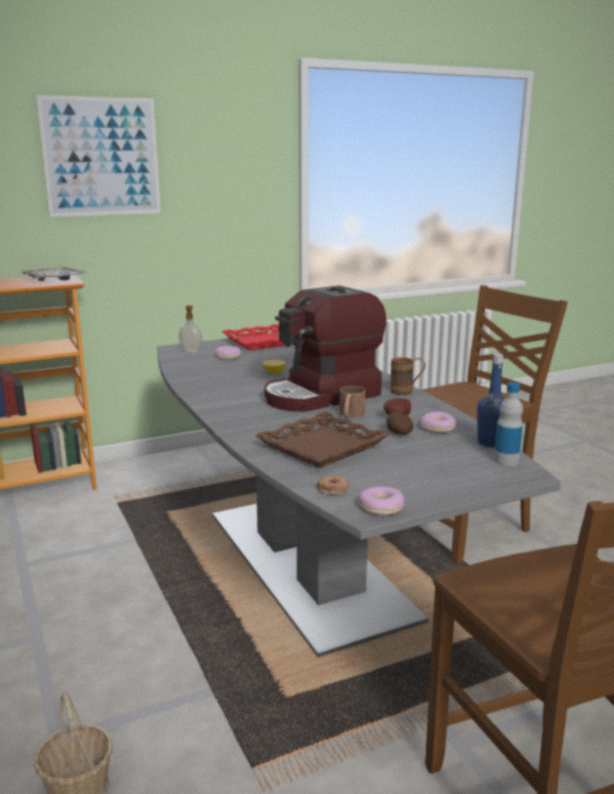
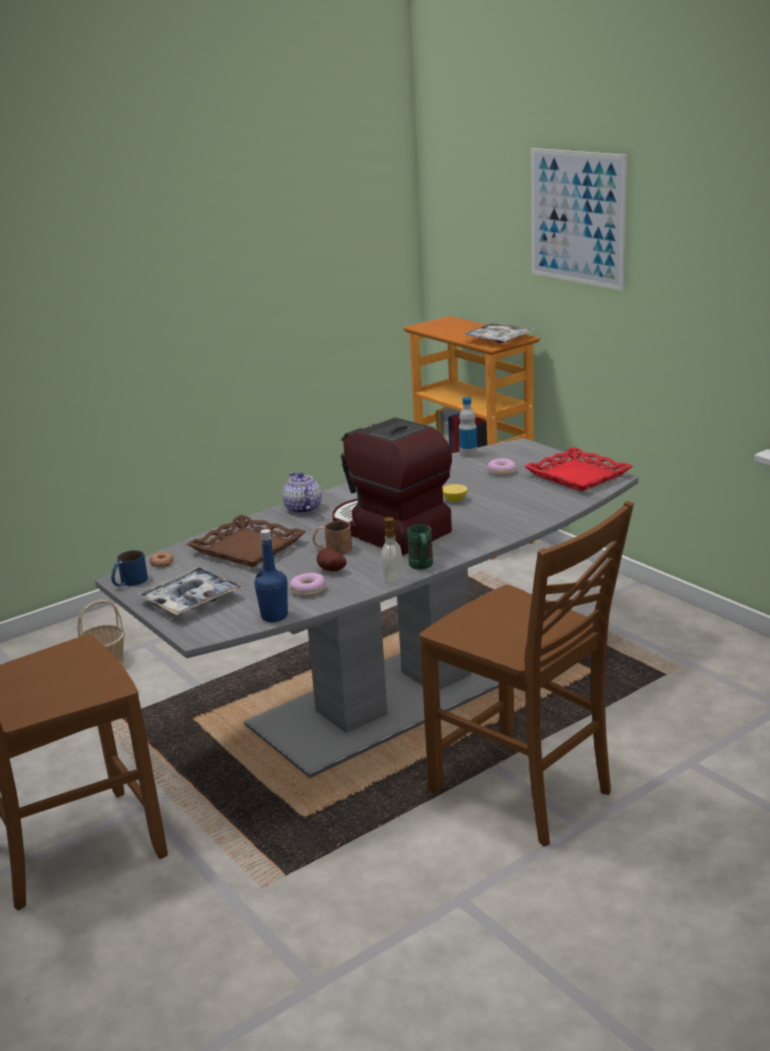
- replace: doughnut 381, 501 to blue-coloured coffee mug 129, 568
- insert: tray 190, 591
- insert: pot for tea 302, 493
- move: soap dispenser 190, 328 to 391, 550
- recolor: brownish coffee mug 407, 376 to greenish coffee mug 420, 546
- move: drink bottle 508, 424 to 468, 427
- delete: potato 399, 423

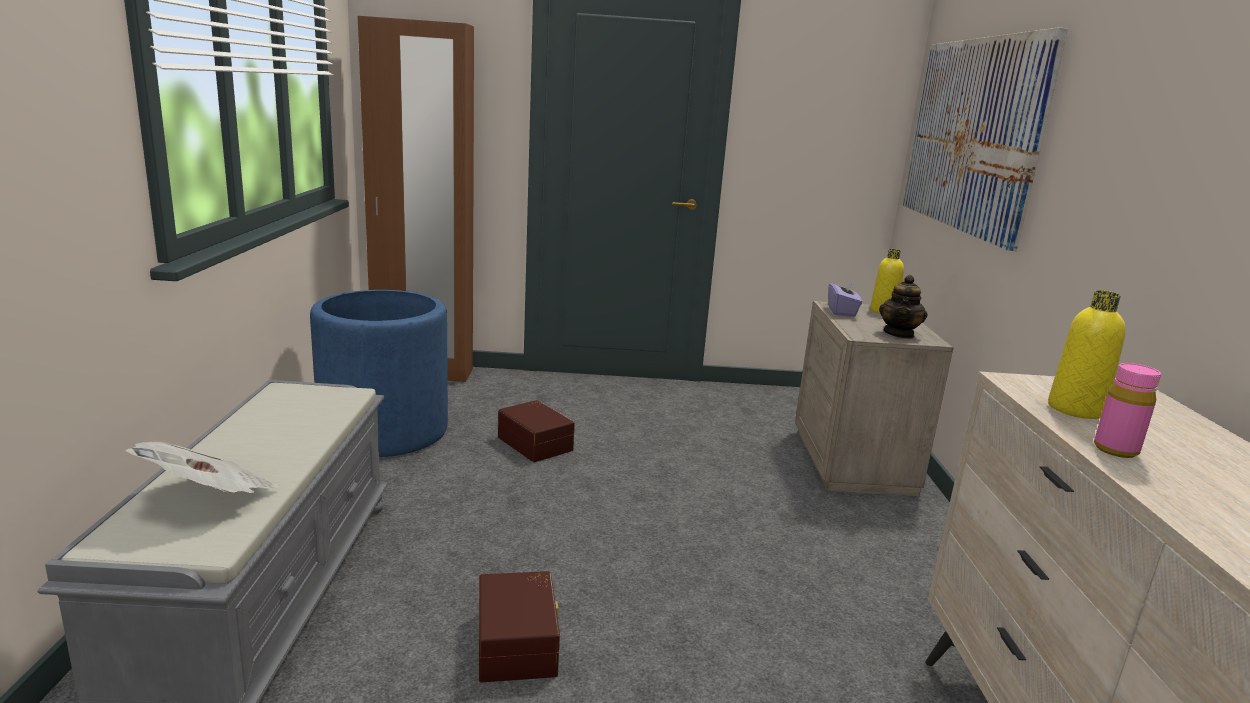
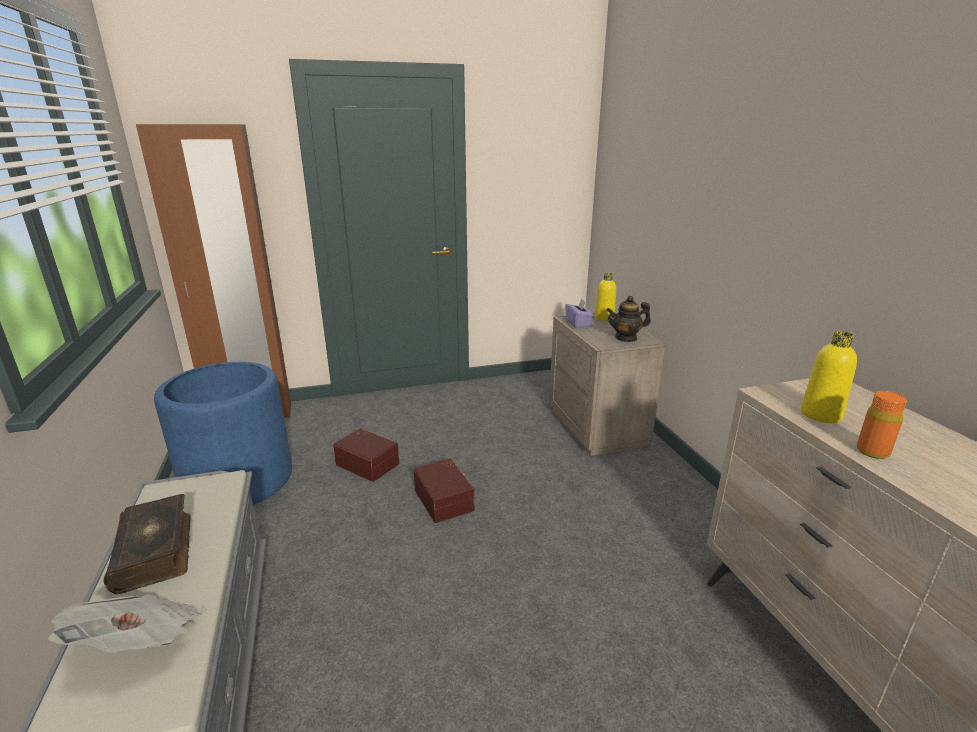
- insert: volume 147, 544
- move: brownish storage container 520, 627 to 444, 490
- rotate: pot for tea 903, 307 = 628, 319 75 degrees clockwise
- recolor: pink drink bottle 1127, 410 to orangey drink bottle 881, 425
- delete: wall picture 985, 139

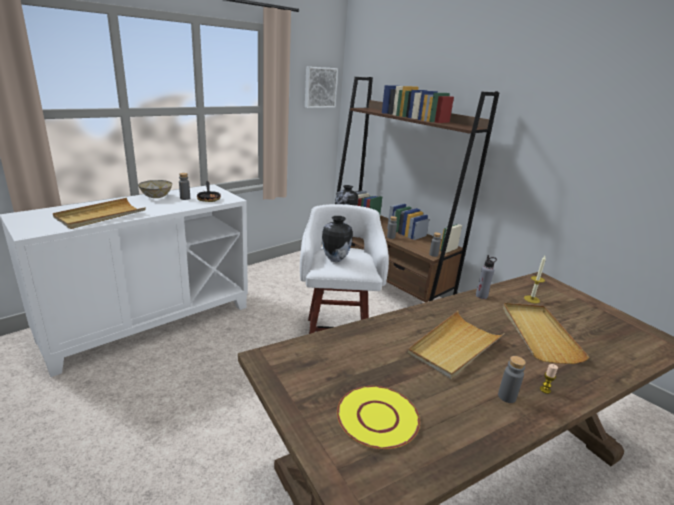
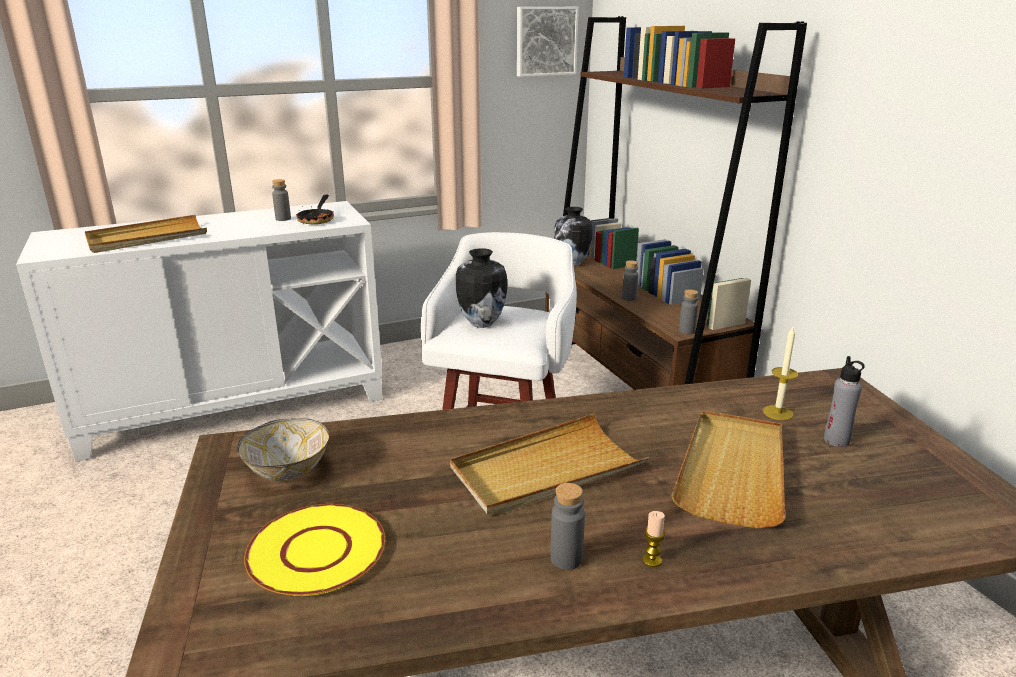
- move: deep dish 155, 189 to 283, 449
- move: grey drink bottle 486, 277 to 844, 401

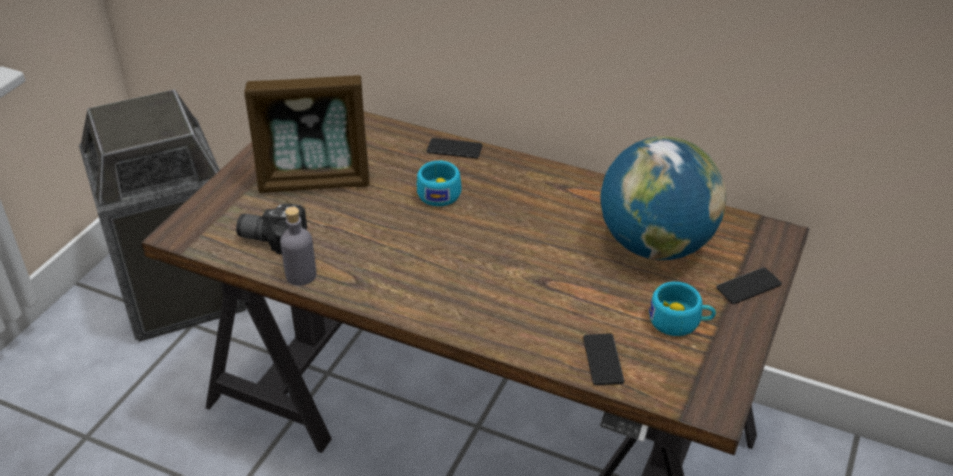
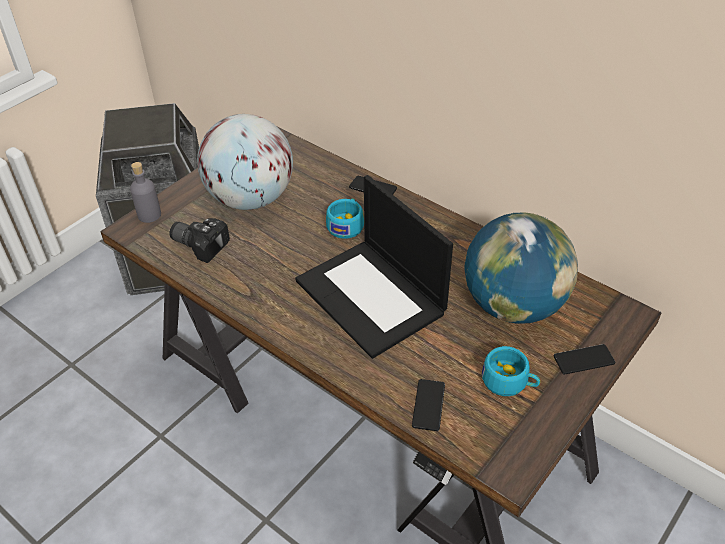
- move: grey drink bottle 298, 246 to 145, 192
- replace: standing frame 306, 134 to globe 245, 162
- insert: notebook computer 374, 267

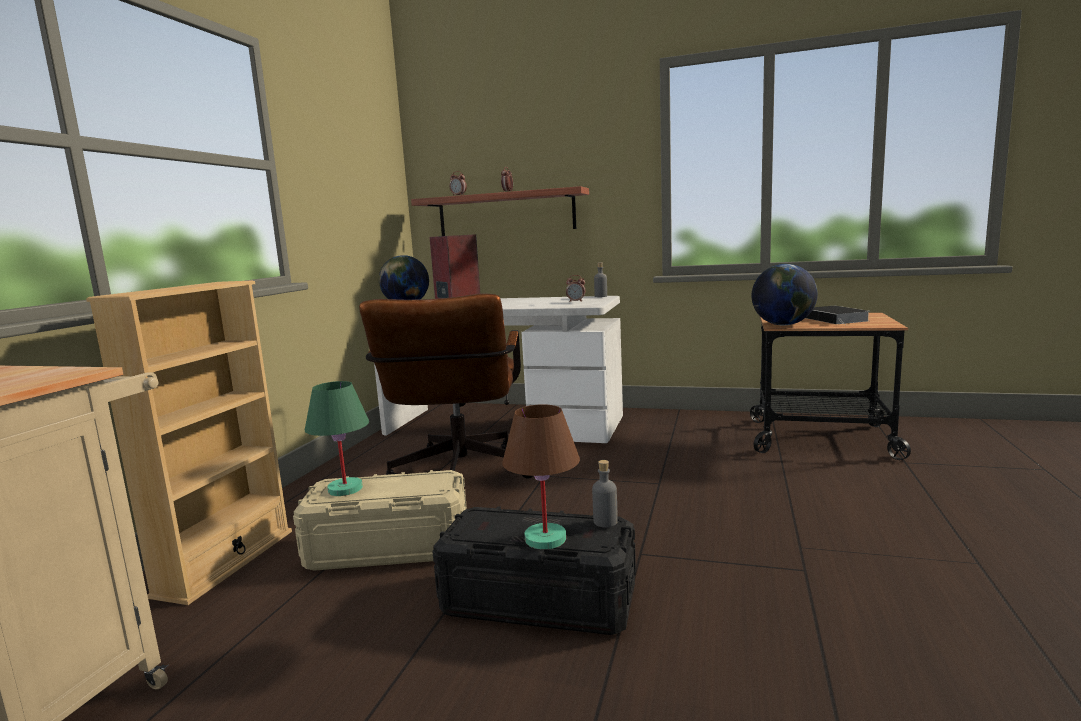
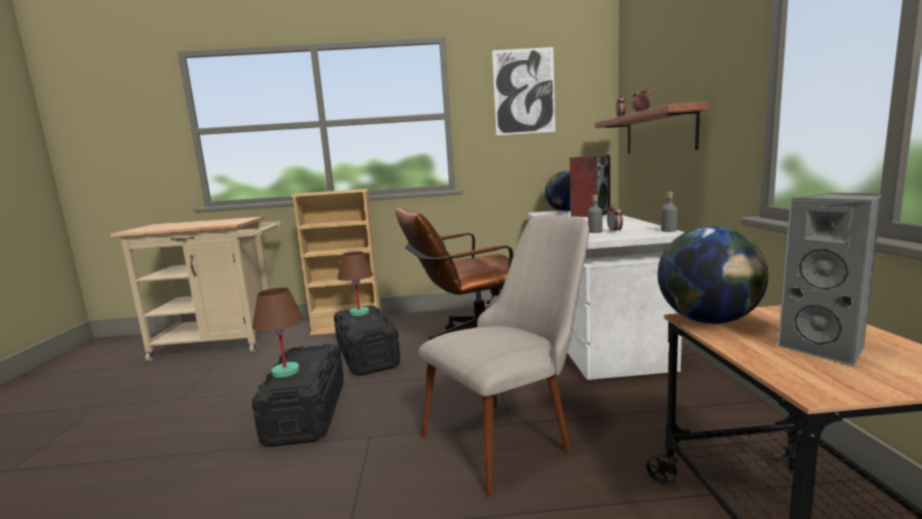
- recolor: beige storage container 380, 520 to black storage container 367, 341
- recolor: greenish table lamp 337, 438 to brownish table lamp 355, 283
- insert: beige chair 503, 356
- insert: wall picture 523, 91
- move: grey drink bottle 605, 493 to 595, 214
- replace: volume 837, 315 to grey speaker 830, 279

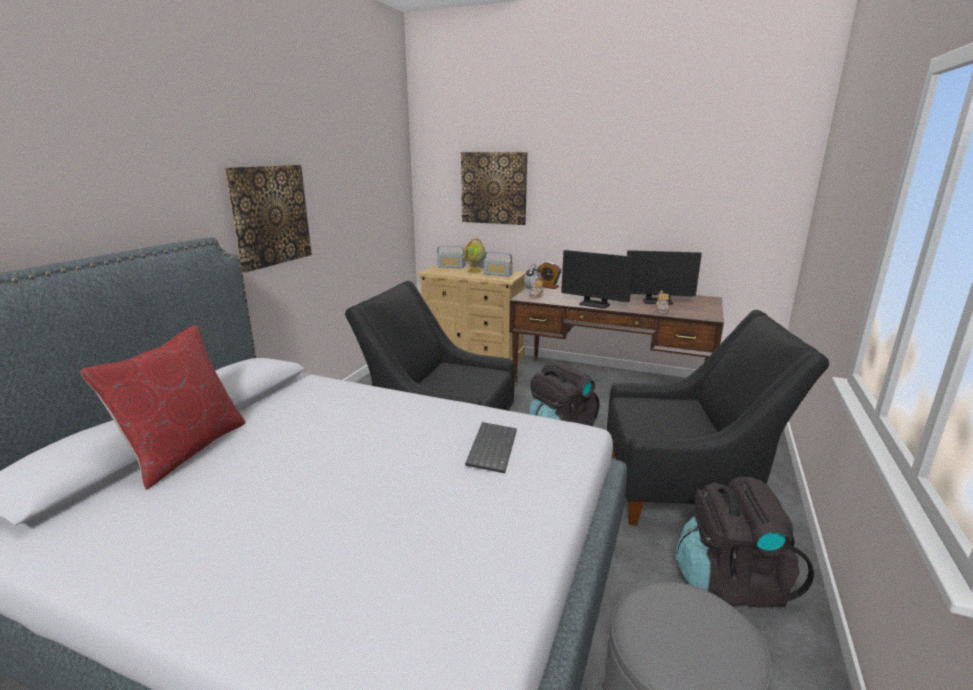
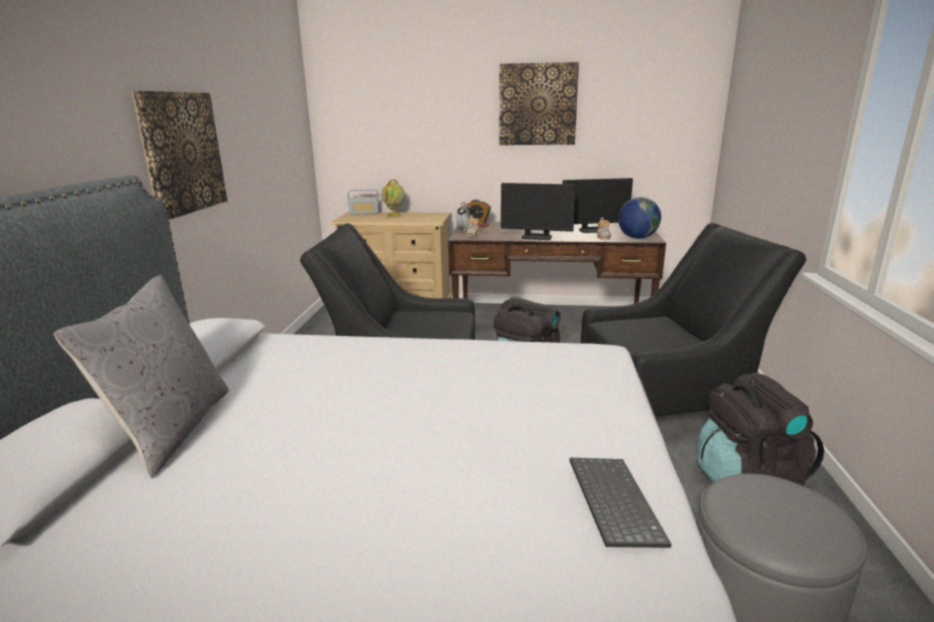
- recolor: red pillow 163, 407 to grey pillow 141, 376
- move: wall picture 494, 188 to 539, 103
- move: PC keyboard 491, 447 to 620, 503
- insert: globe 639, 218
- delete: radio receiver 498, 264

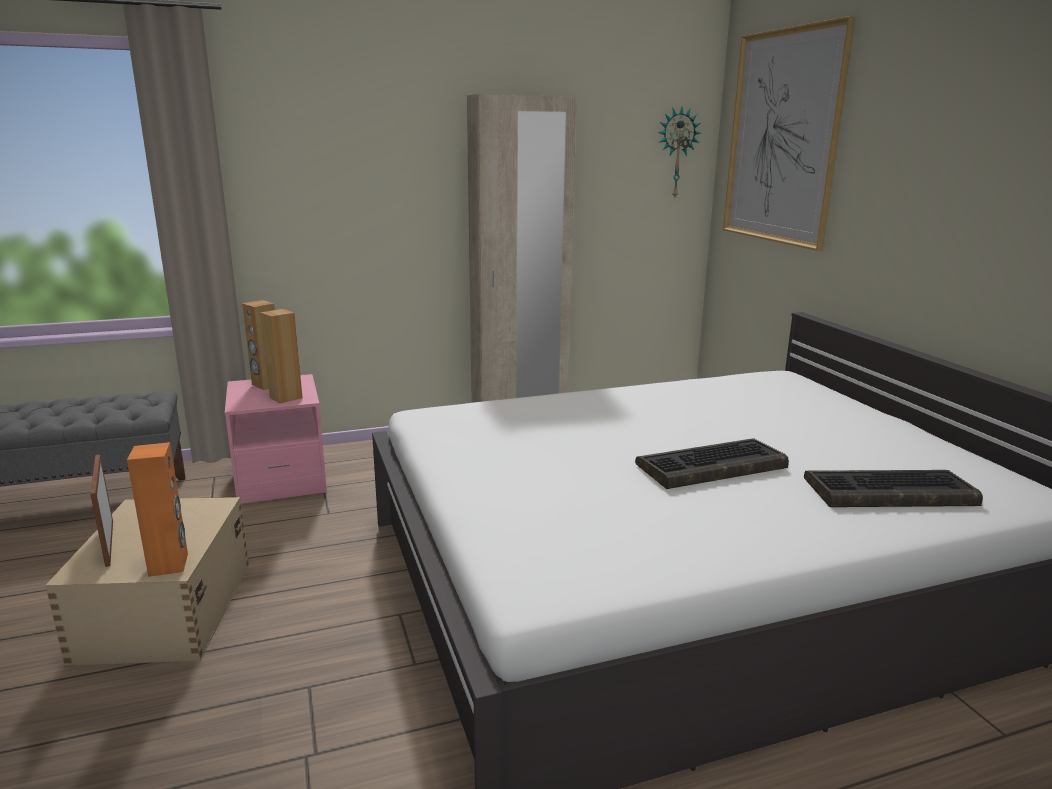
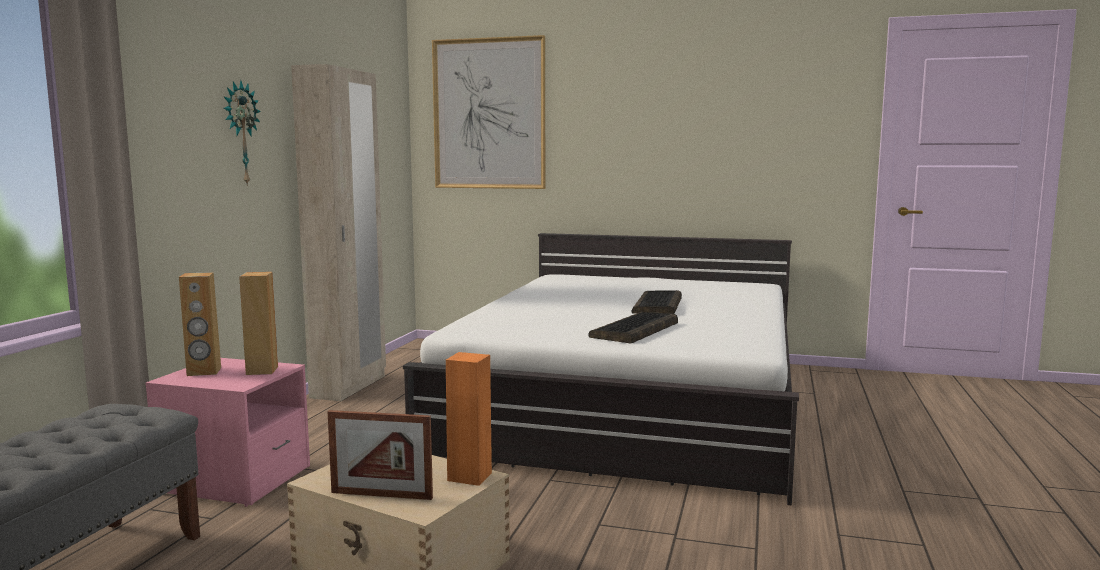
- move: wall clock 679, 152 to 242, 133
- move: PC keyboard 893, 488 to 633, 328

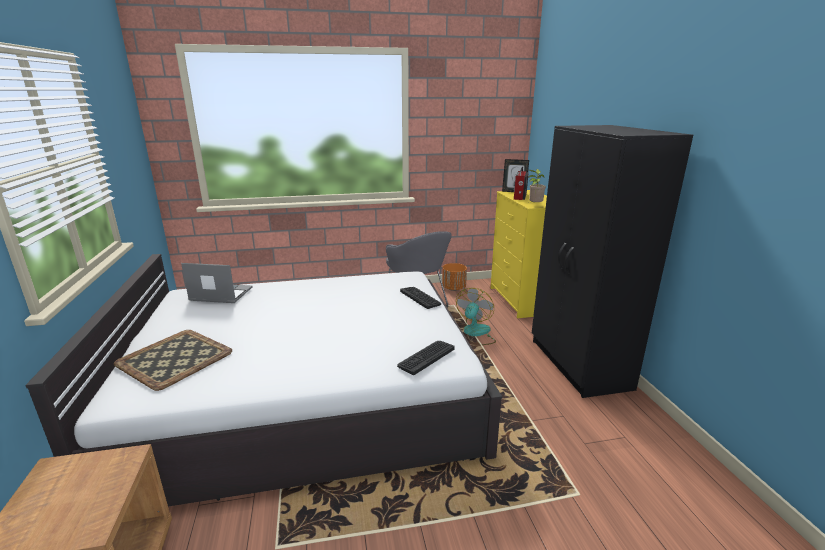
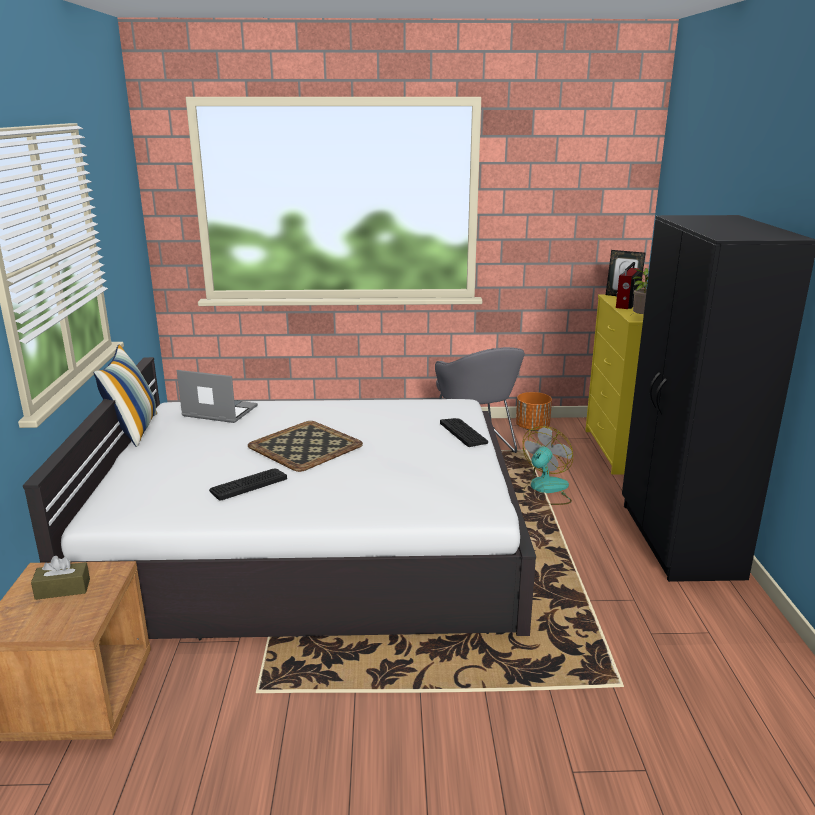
- insert: brownish tissue box 60, 578
- insert: pillow 125, 395
- move: PC keyboard 425, 358 to 248, 485
- move: tray 173, 360 to 305, 446

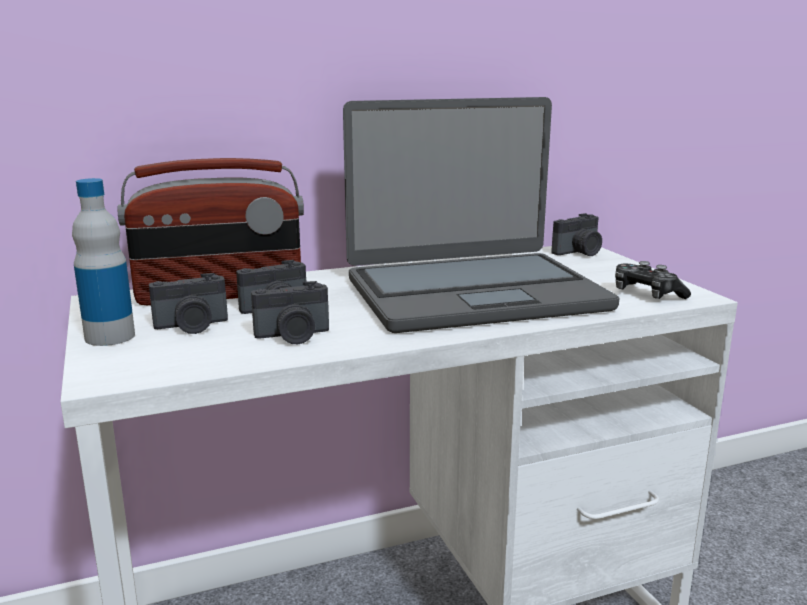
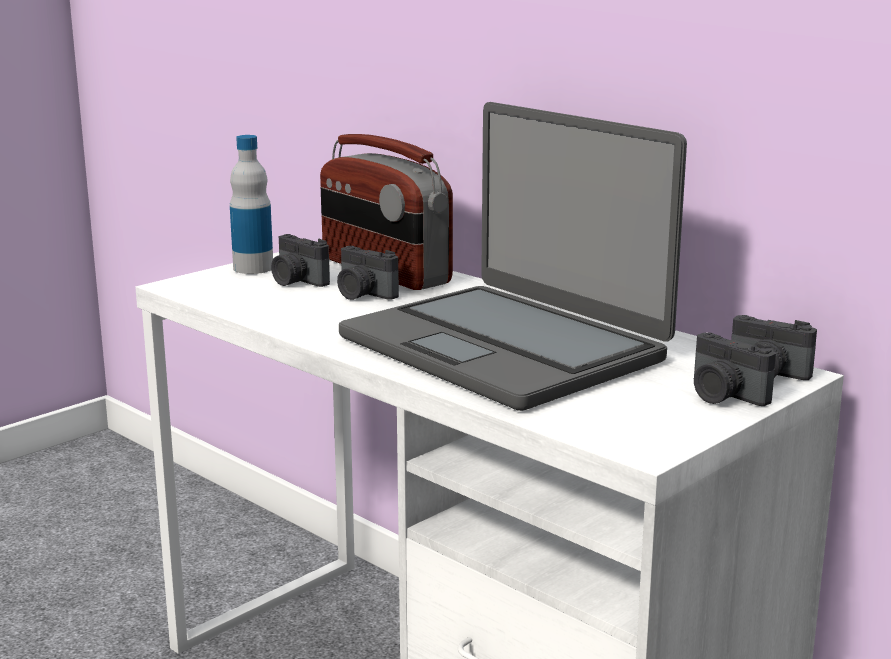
- move: still camera 290, 312 to 735, 369
- delete: joypad 653, 280

